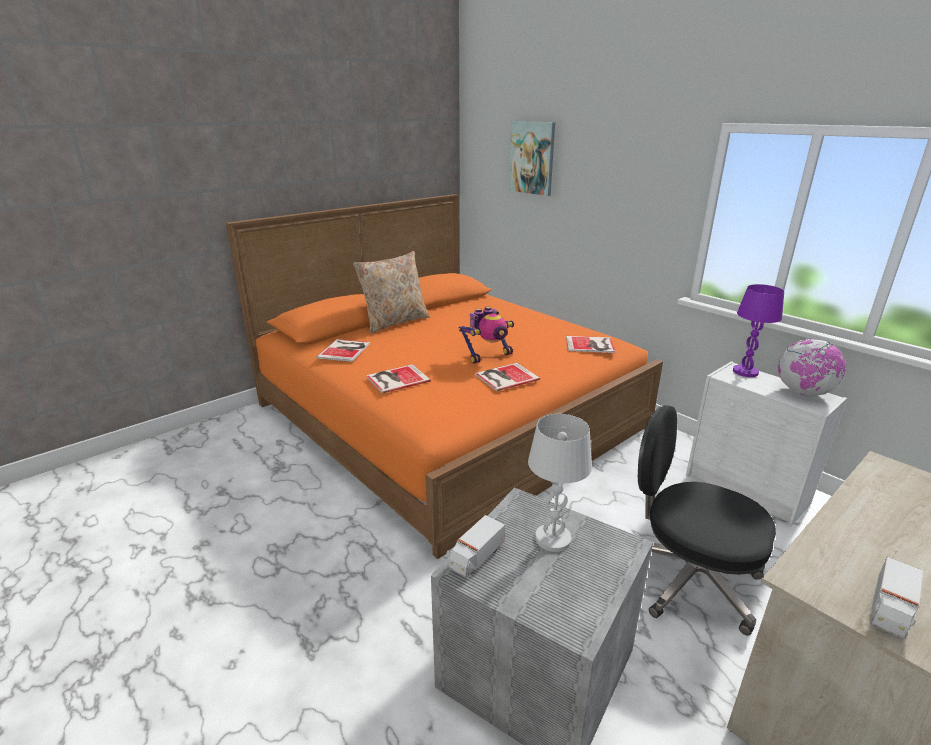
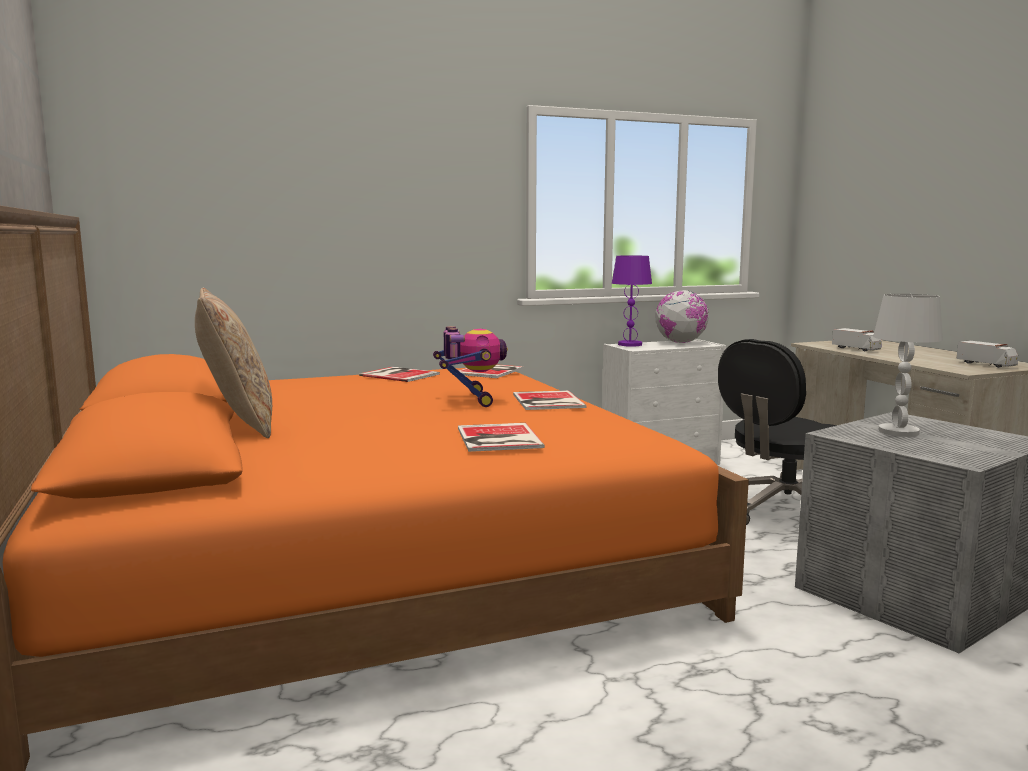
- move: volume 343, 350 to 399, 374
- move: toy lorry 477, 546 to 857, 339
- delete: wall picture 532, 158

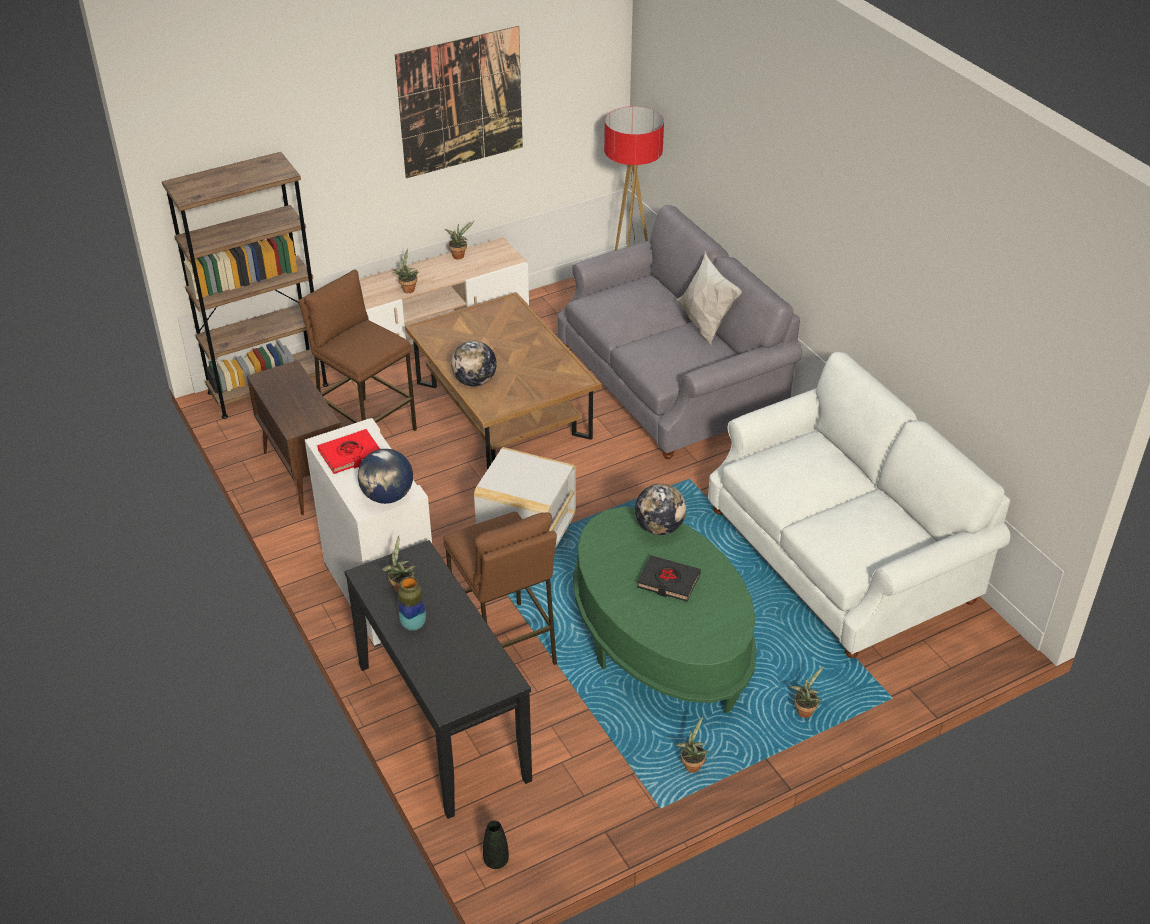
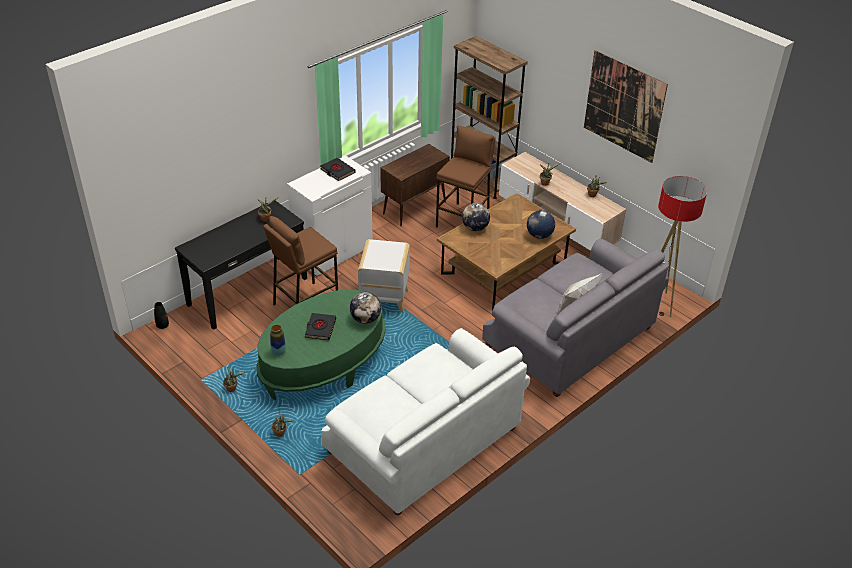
- move: decorative vase 412, 604 to 278, 340
- recolor: red volume 348, 451 to black volume 337, 169
- move: globe 385, 476 to 541, 224

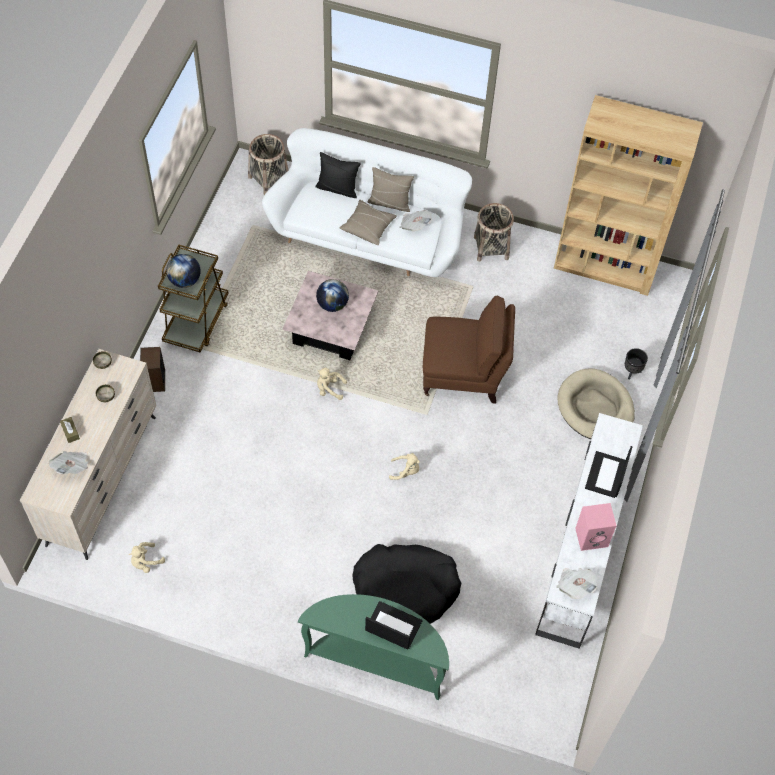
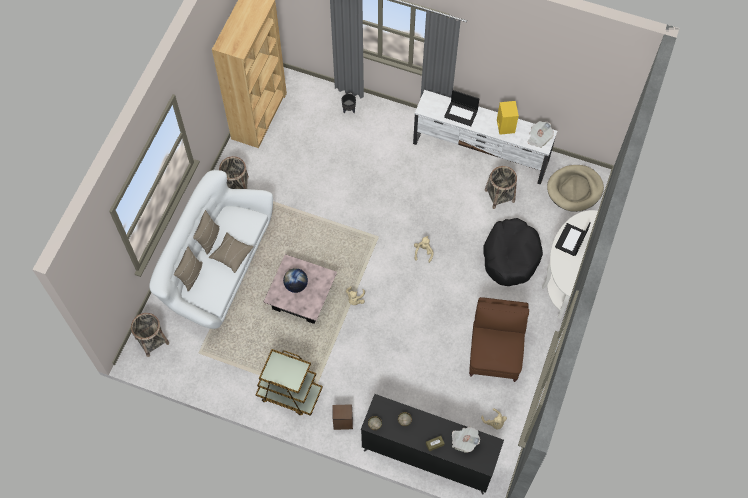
- recolor: black pillow 338, 175 to beige pillow 188, 269
- recolor: beige drawer chest 88, 454 to black drawer chest 432, 444
- move: brownish armchair 469, 350 to 499, 339
- insert: storage basket 501, 187
- recolor: pink speaker 596, 527 to yellow-coloured speaker 508, 118
- recolor: greenish narrow table 373, 647 to white-coloured narrow table 570, 264
- move: beige dog bed 596, 404 to 575, 188
- delete: globe 183, 271
- delete: daily paper 416, 220

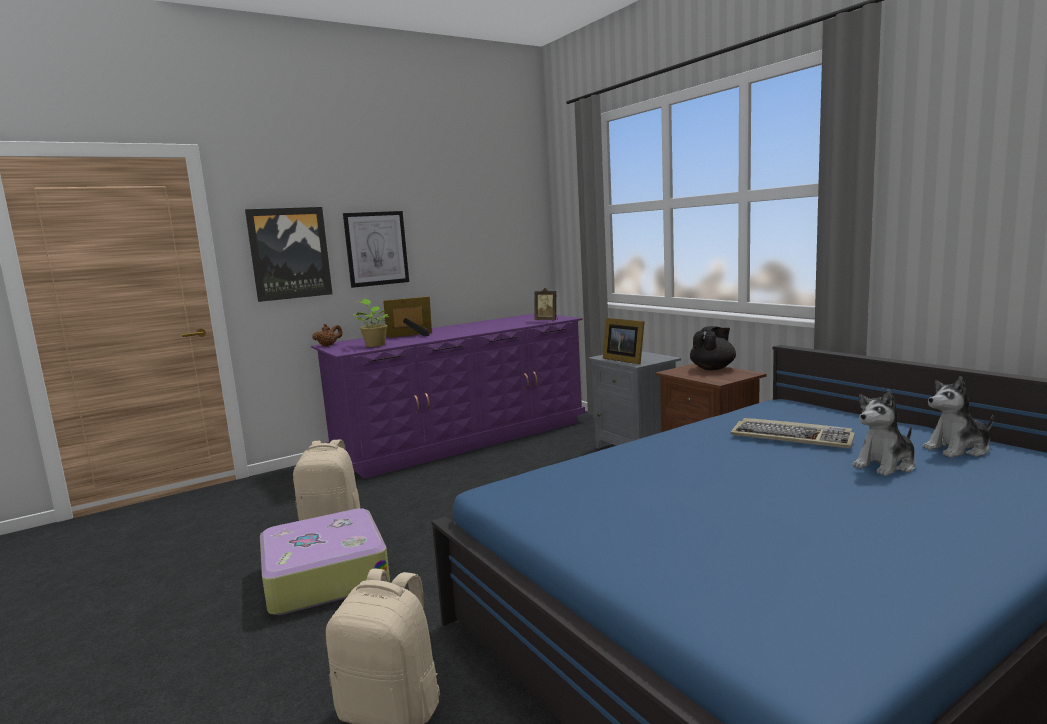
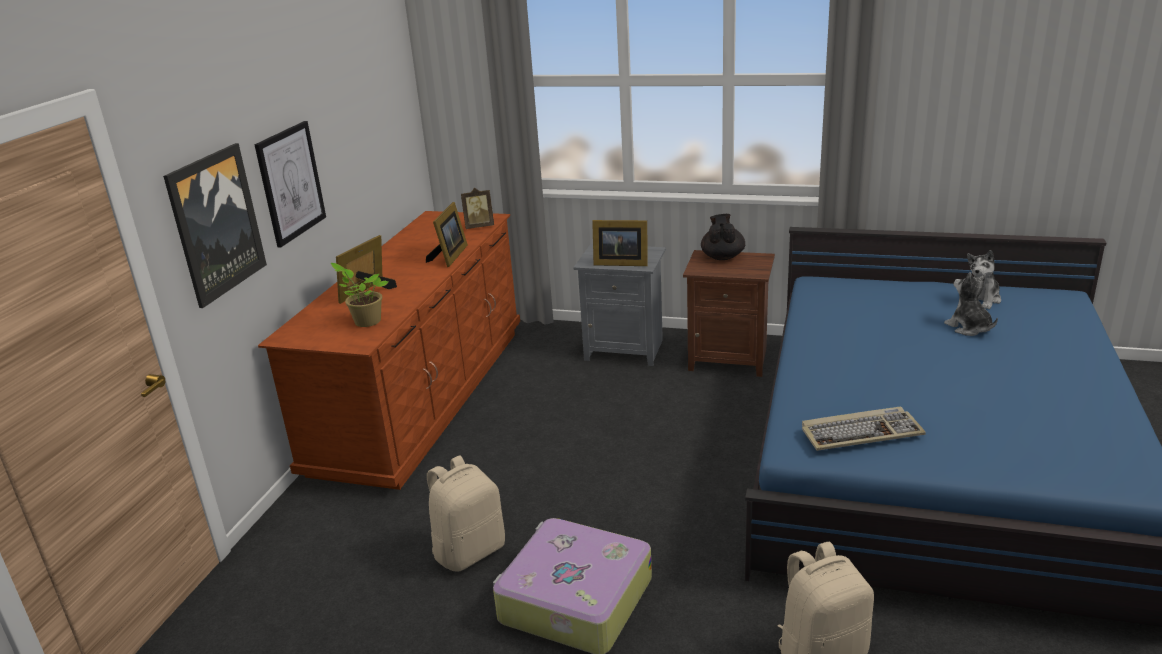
- recolor: purplish drawer chest 448, 396 to brownish drawer chest 389, 350
- insert: standing frame 447, 234
- move: PC keyboard 793, 433 to 864, 429
- rotate: soft toy 884, 433 = 971, 304 135 degrees clockwise
- delete: brownish pot for tea 327, 335

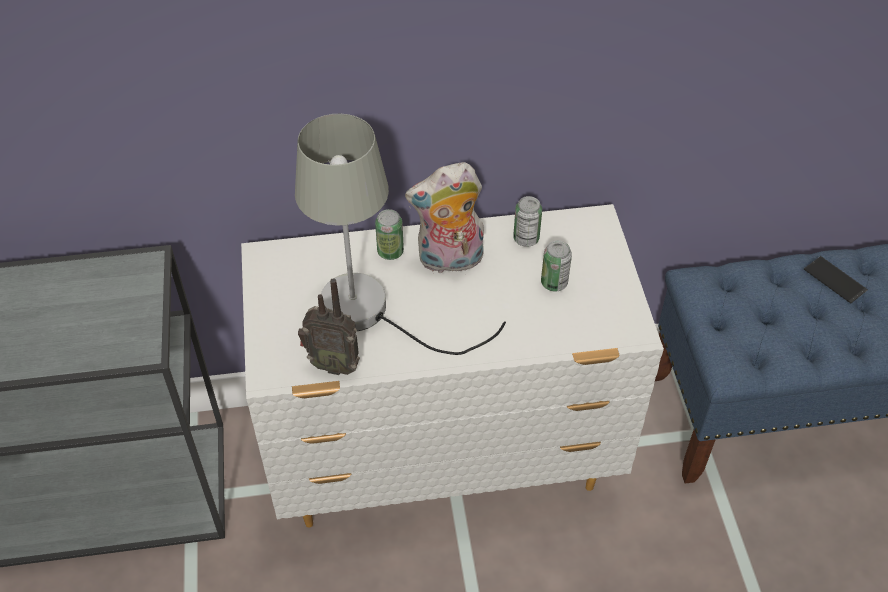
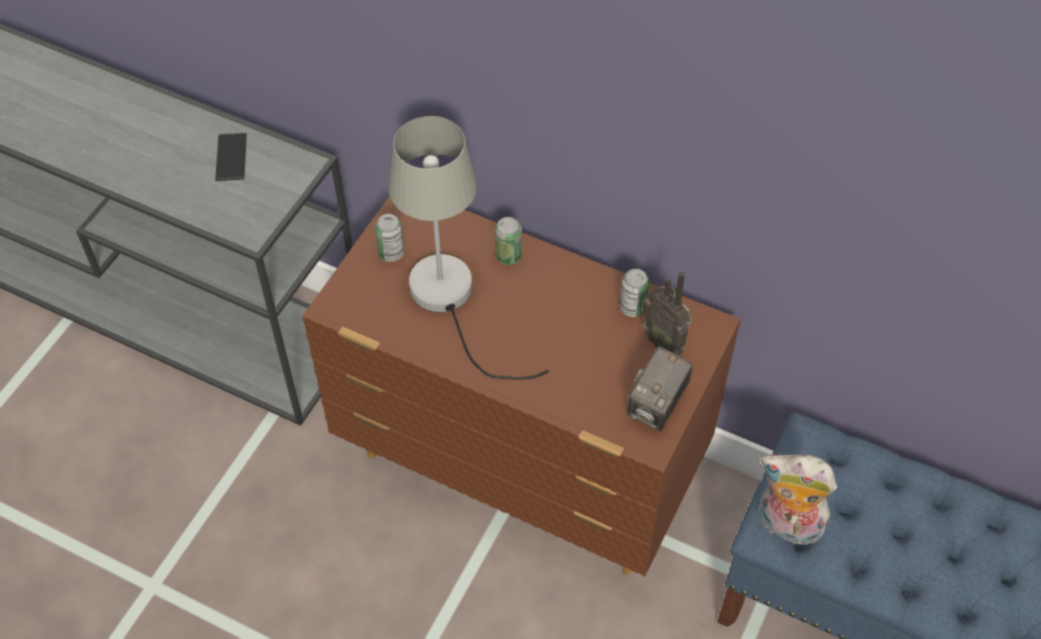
- move: telephone 836, 279 to 231, 157
- recolor: white-coloured drawer chest 452, 366 to brownish drawer chest 521, 386
- move: can 556, 266 to 390, 238
- insert: still camera 660, 388
- move: radio receiver 329, 326 to 667, 313
- move: soft toy 444, 217 to 798, 499

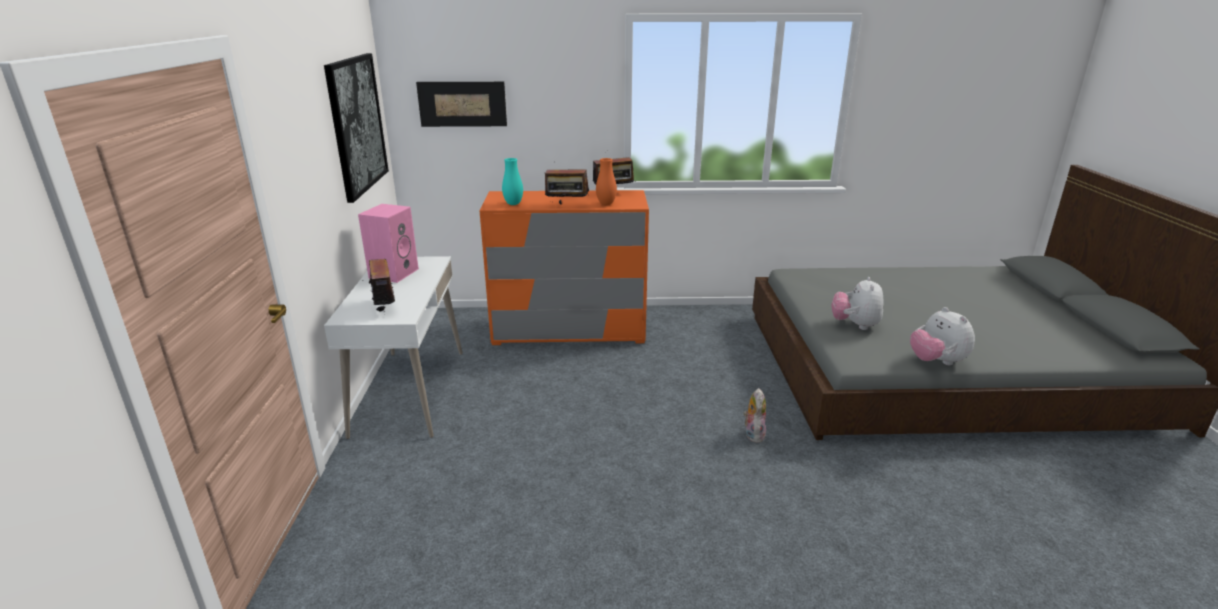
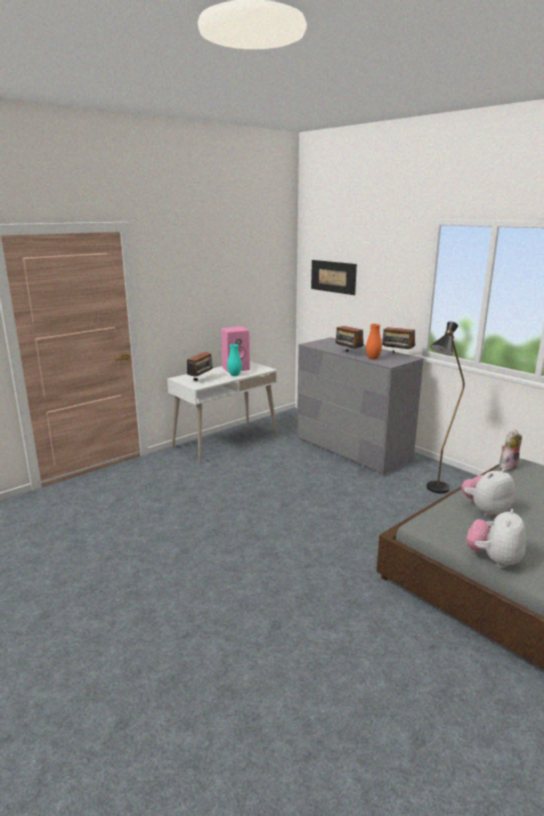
- move: turquoise decorative vase 512, 181 to 234, 360
- recolor: orangey drawer chest 564, 267 to grey drawer chest 360, 406
- insert: black floor lamp 445, 407
- move: soft toy 754, 415 to 510, 450
- delete: wall picture 356, 128

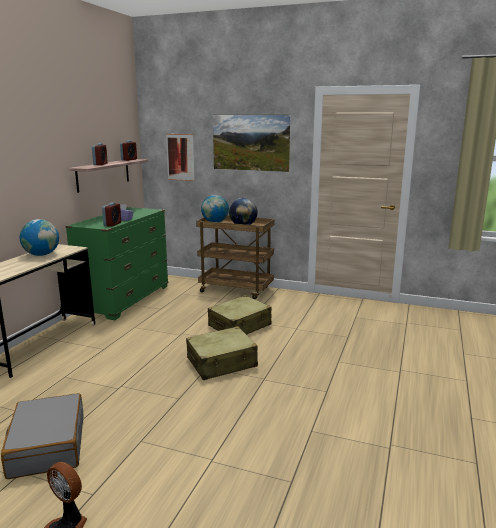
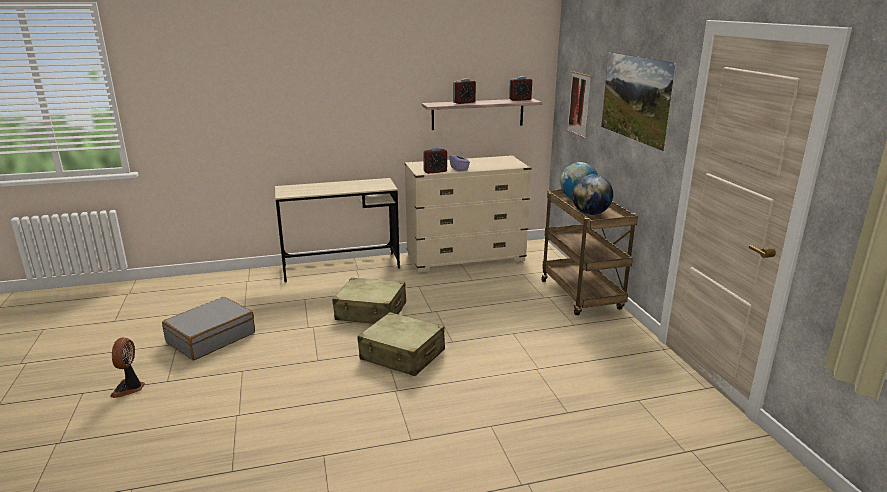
- move: beige suitcase 240, 315 to 369, 301
- recolor: greenish drawer chest 116, 263 to beige drawer chest 468, 214
- delete: globe 39, 237

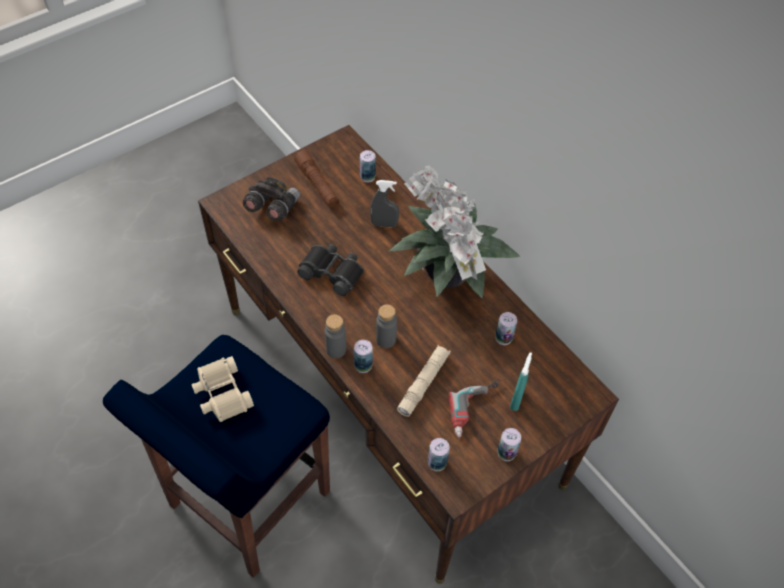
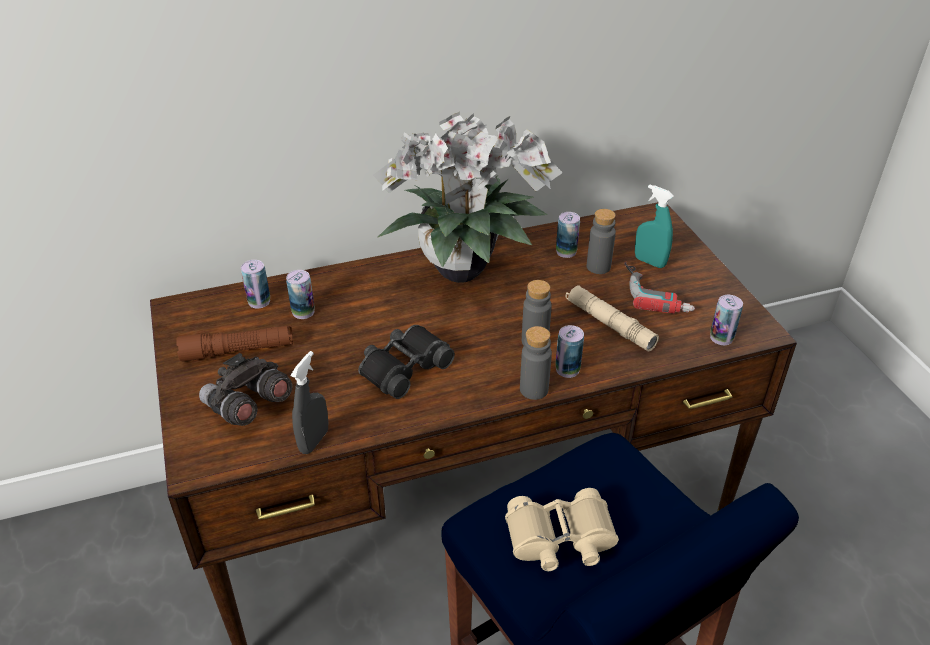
- move: can 509, 444 to 300, 294
- move: grey sprayer 384, 203 to 309, 402
- insert: grey drink bottle 601, 241

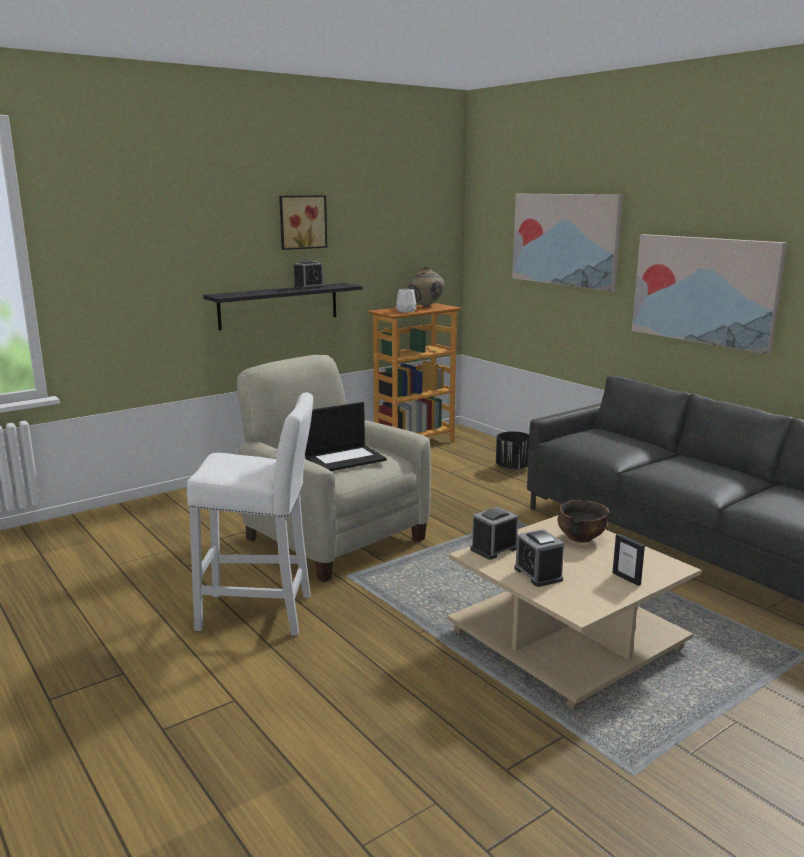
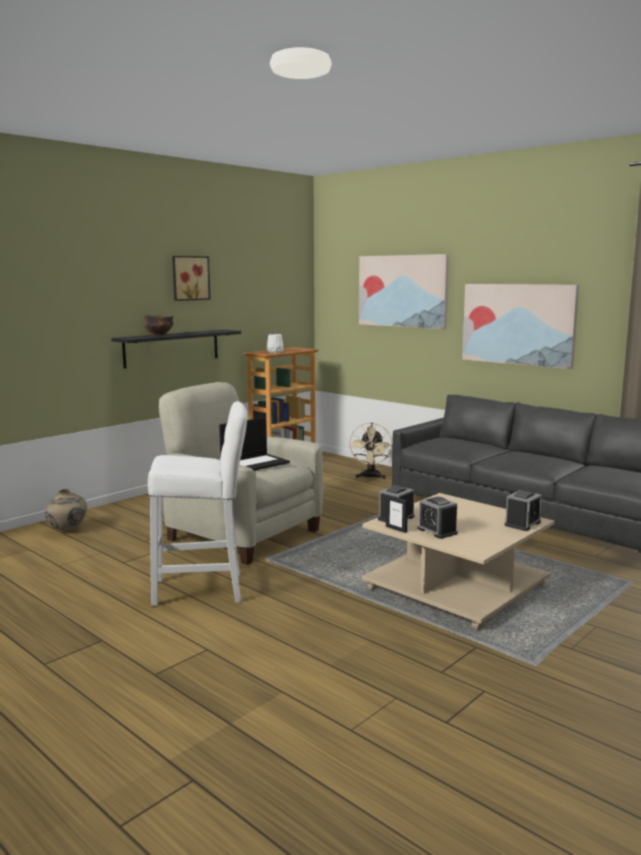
- move: beige decorative vase 426, 286 to 66, 510
- move: deep dish 583, 521 to 158, 325
- replace: black plant pot 512, 450 to beige cooling fan 370, 451
- move: standing frame 629, 560 to 397, 514
- move: bedside clock 309, 274 to 523, 510

